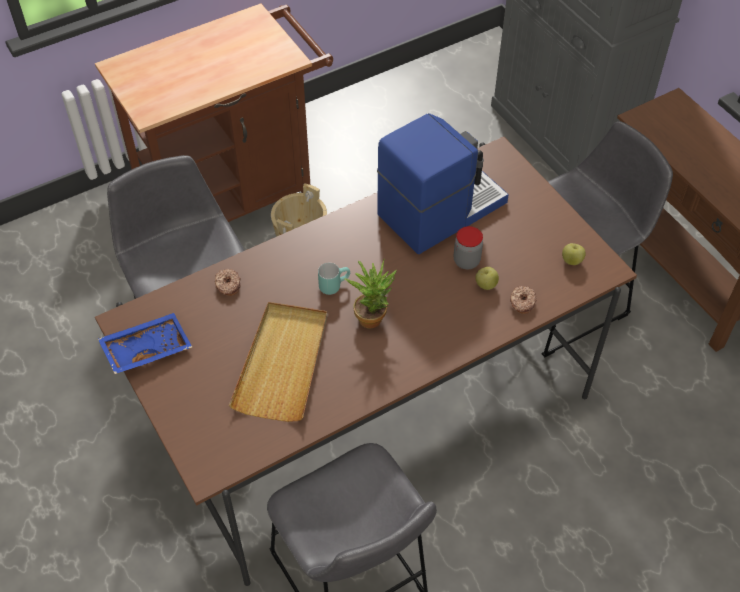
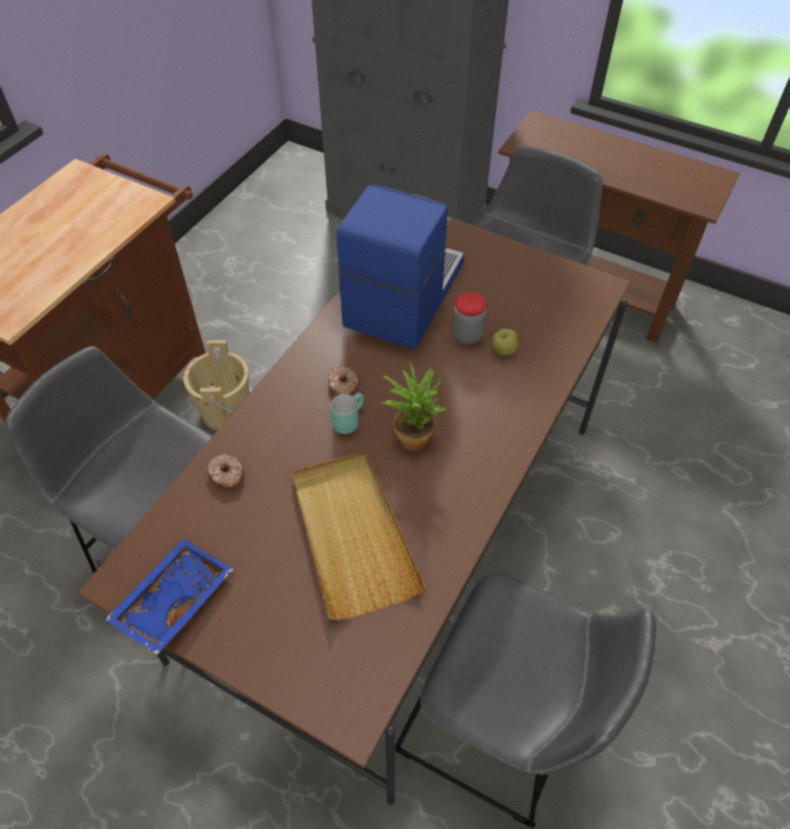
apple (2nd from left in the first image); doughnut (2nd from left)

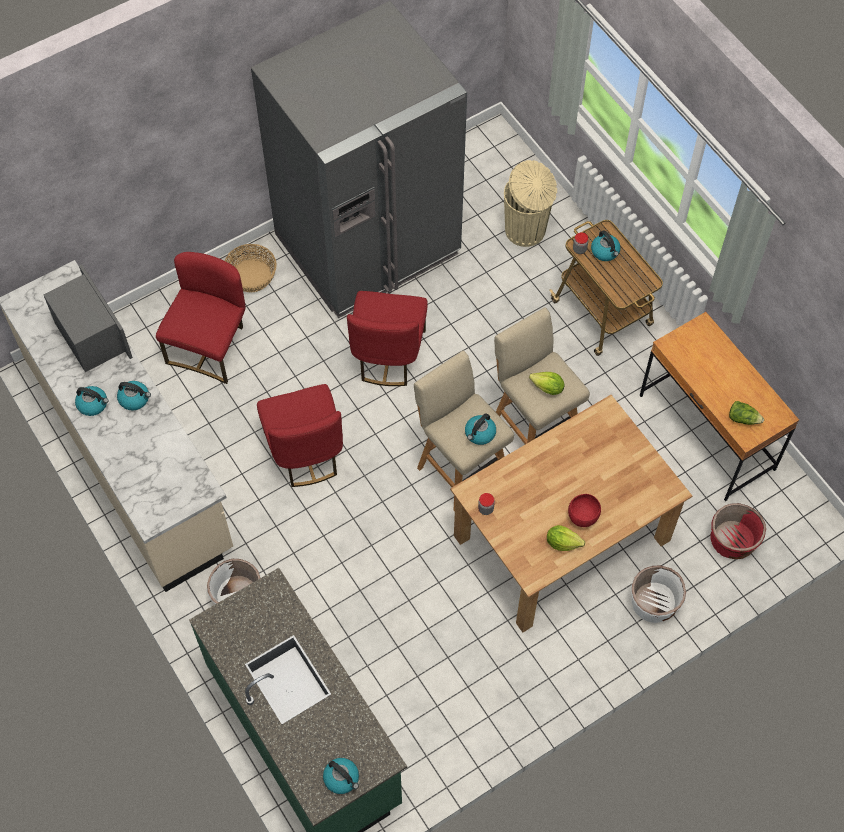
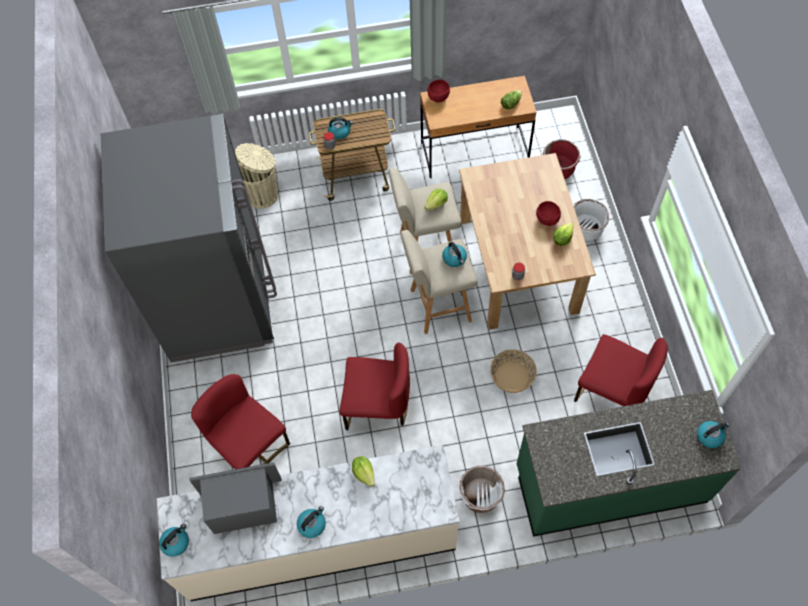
lettuce head (1st from left); serving bowl/red-coloured (1st from left); kettle (1st from left); basket; chair/red-coloured (3rd from left)

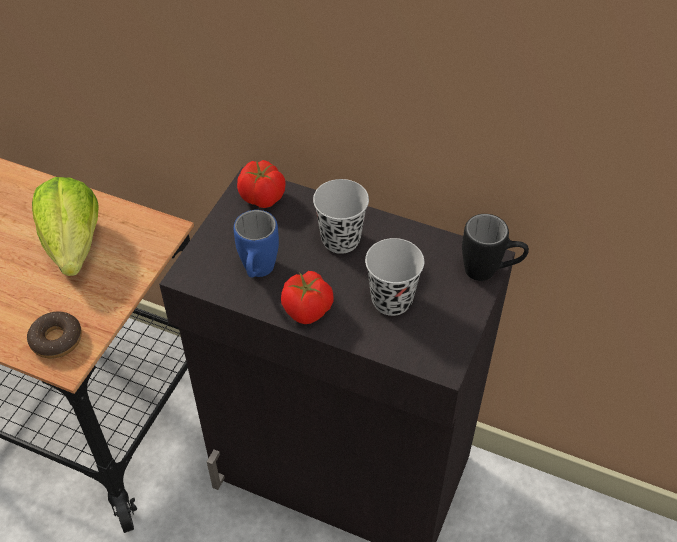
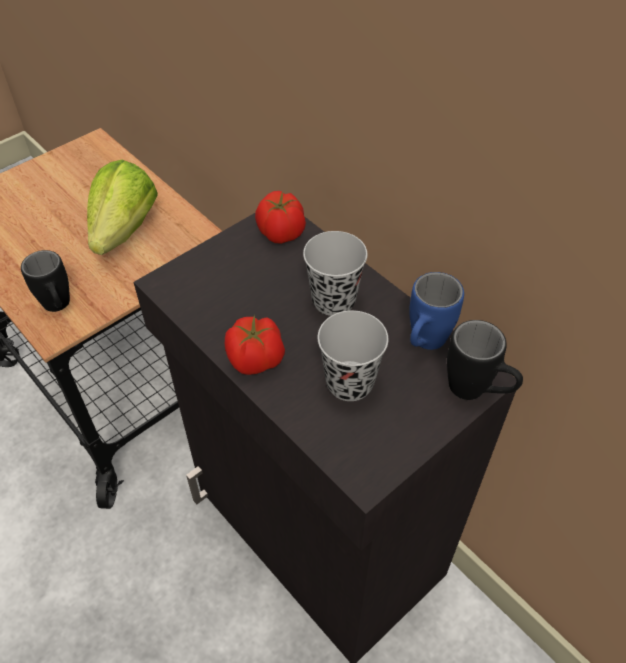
tea mug/blue-coloured; tea mug/blackish (1st from left)

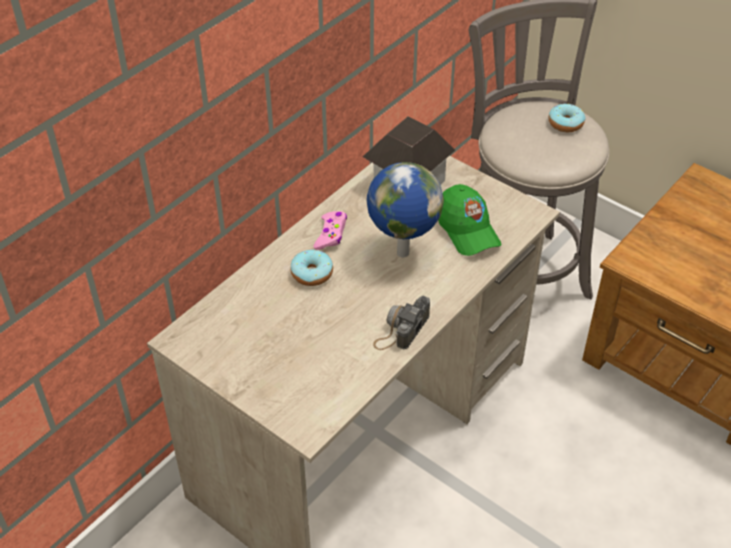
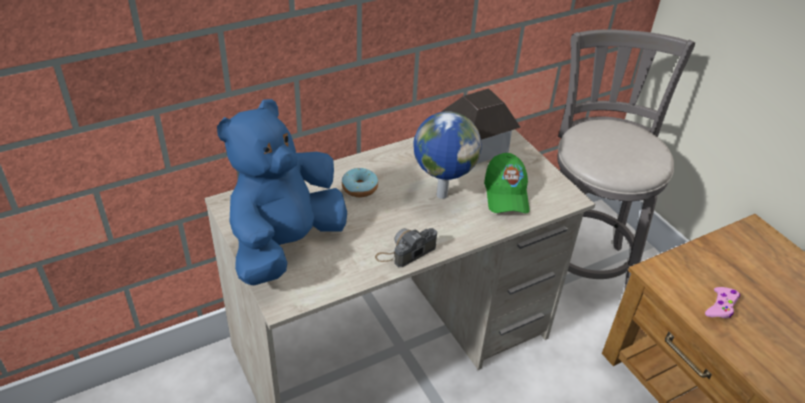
doughnut (2nd from left in the first image); soft toy/blue-coloured; gamepad/pink

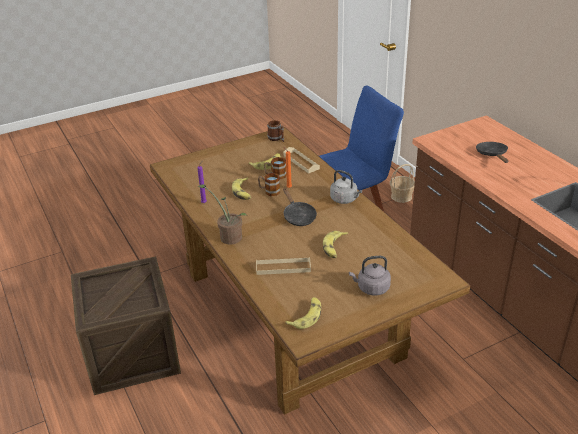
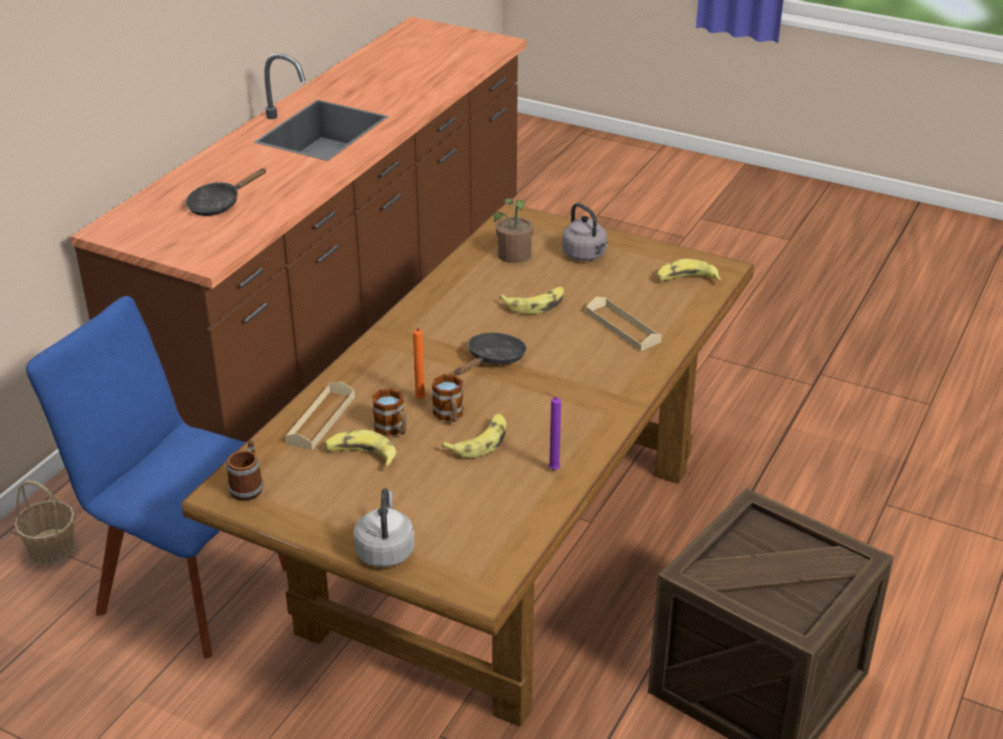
houseplant; kettle/gray (1st from left)

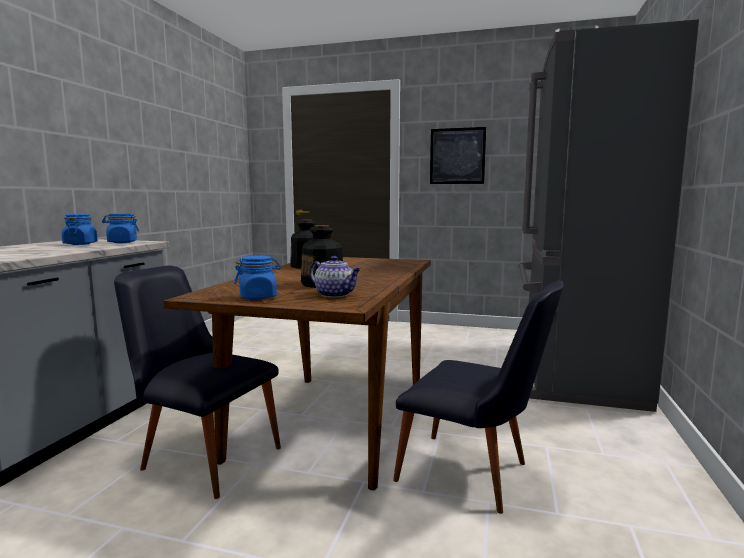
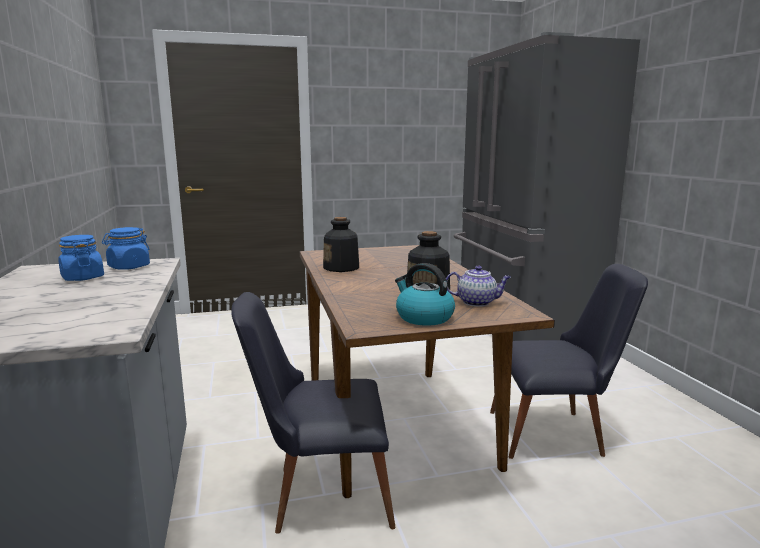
wall art; kettle

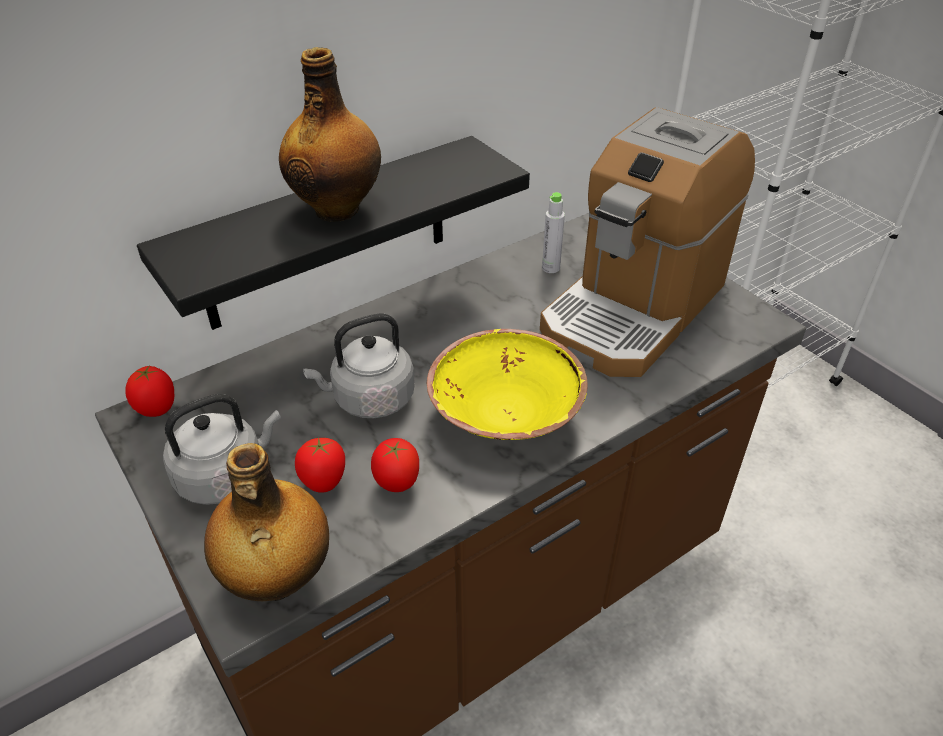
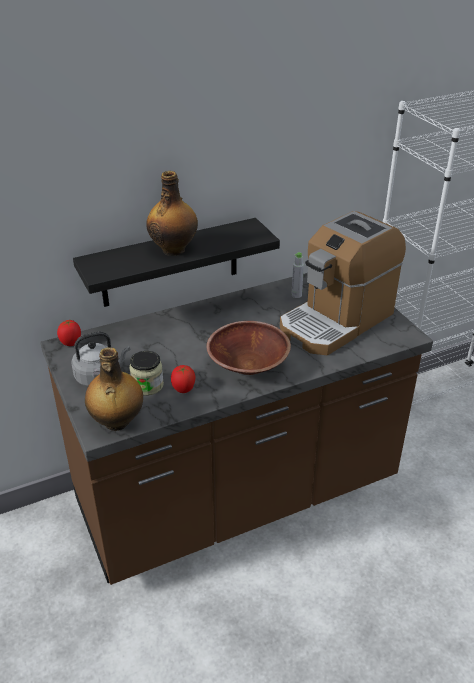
kettle/gray (2nd from left in the first image); preserve jar; serving bowl/brownish

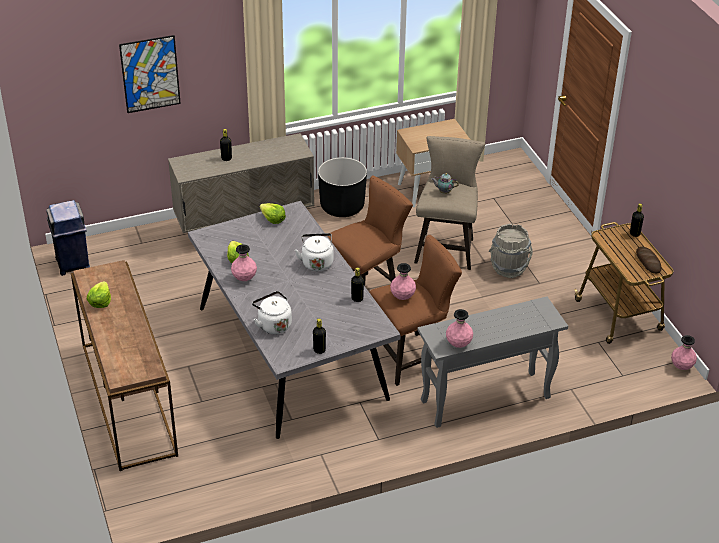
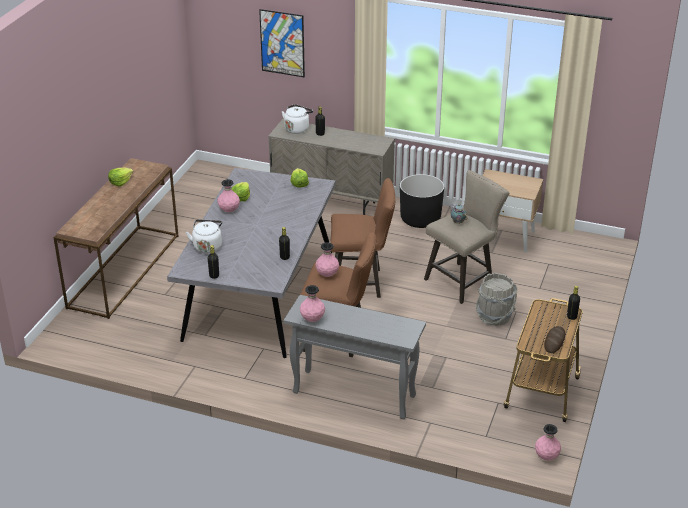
rubbish bin/blue-coloured; kettle/white-coloured (2nd from left)

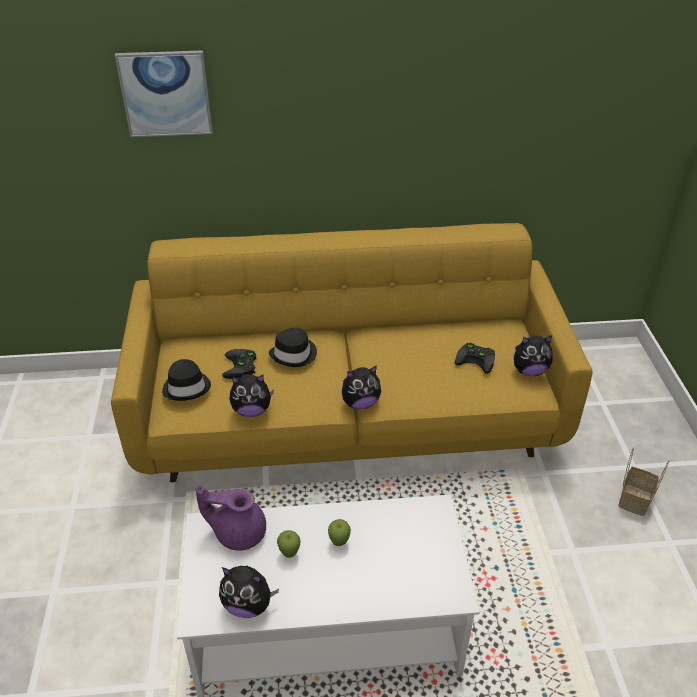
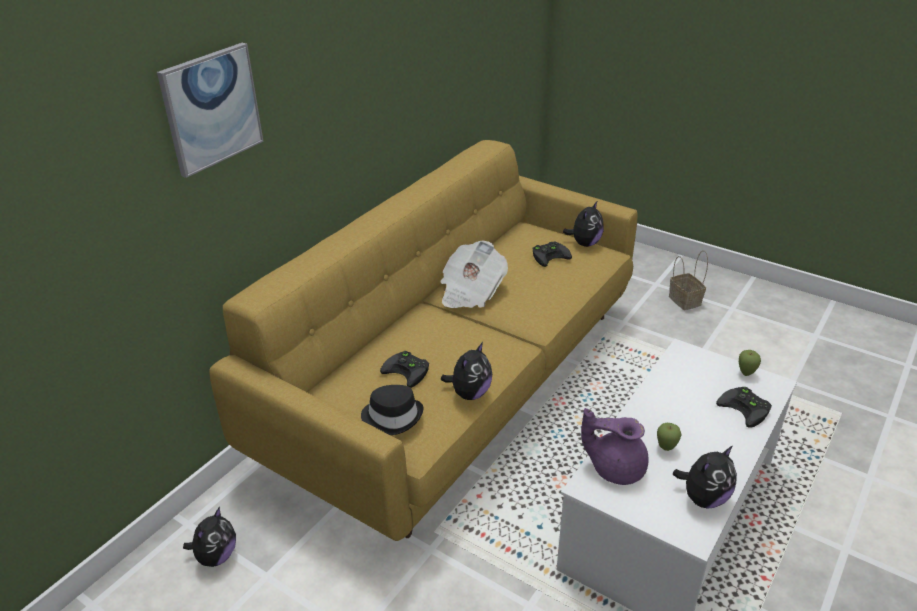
wearable hat/blackish (2nd from left in the first image); daily paper; gamepad/blackish (3rd from left); apple (2nd from left); soft toy (1st from left); teapot/purple

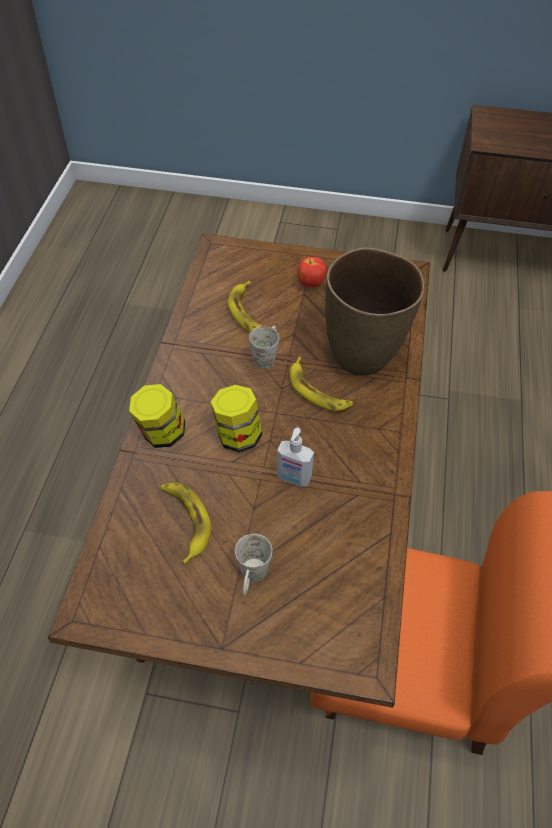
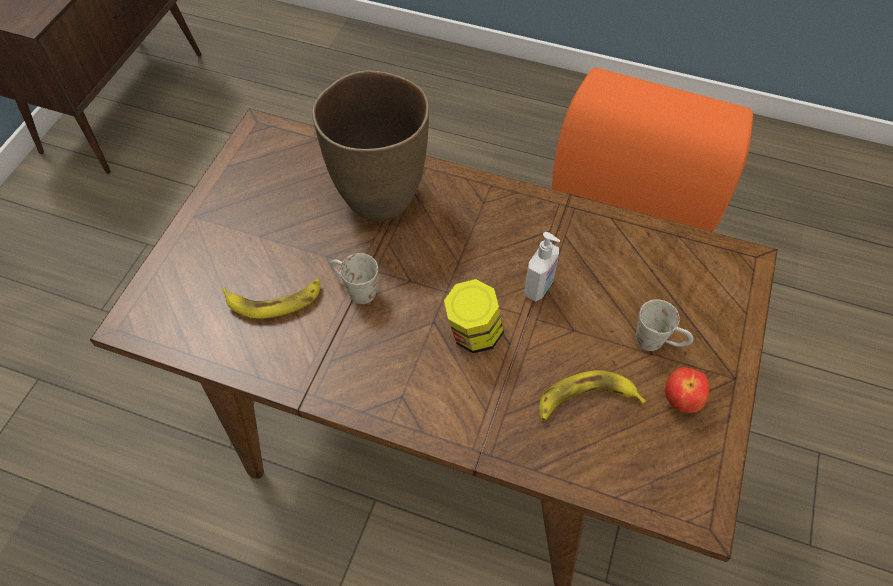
preserve jar (1st from left in the first image); banana fruit (3rd from left in the first image); apple

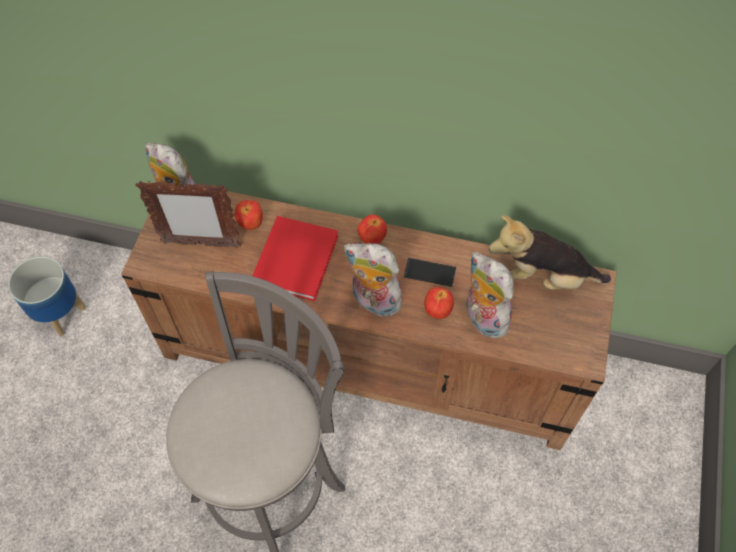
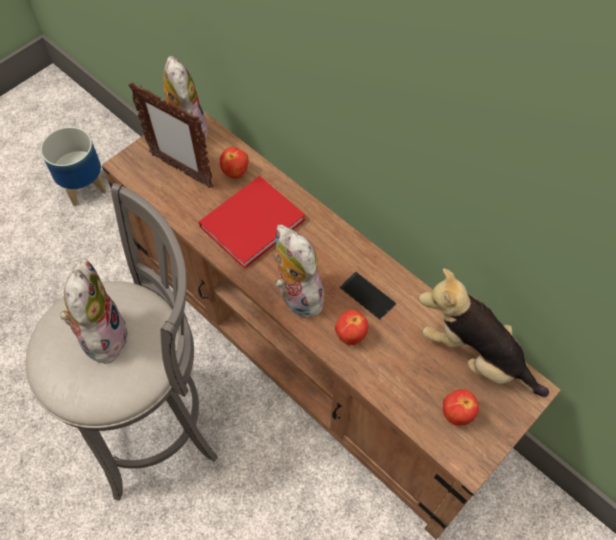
apple (3rd from left); soft toy (1st from left)

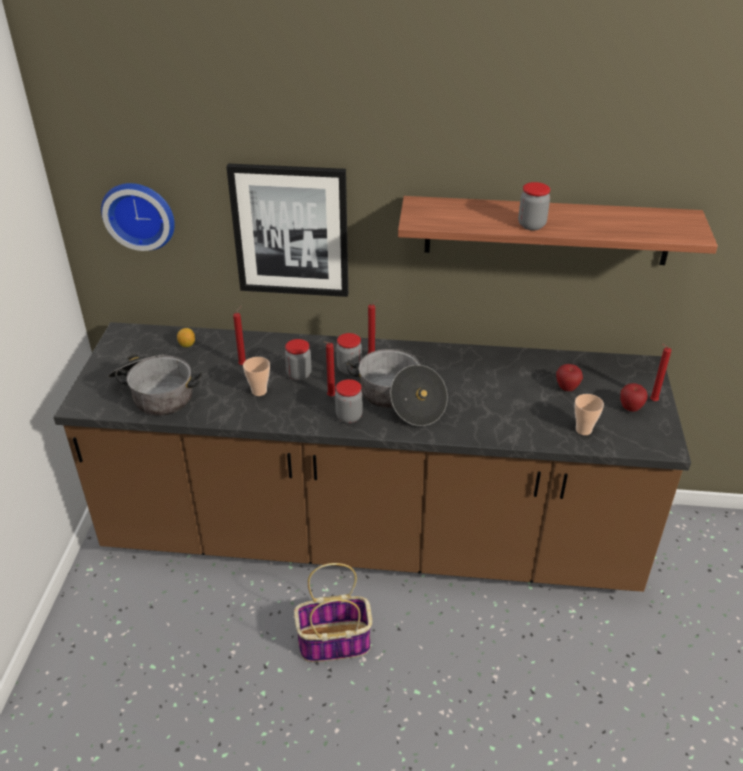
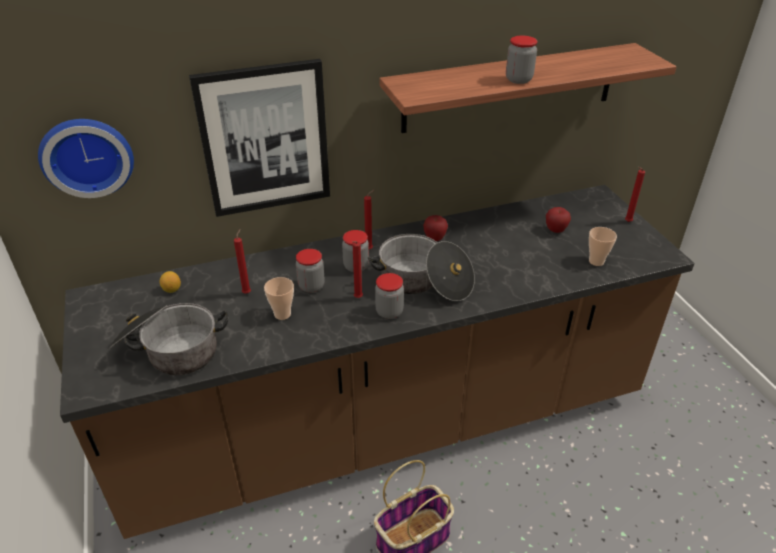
apple (1st from left)

